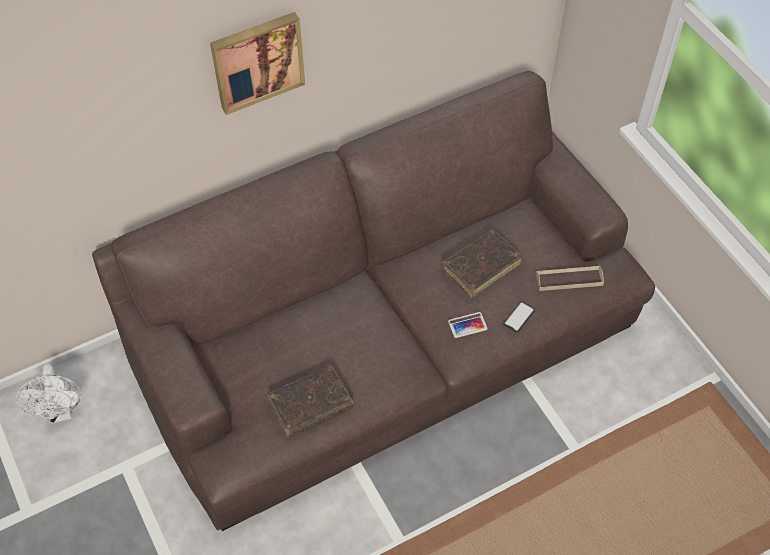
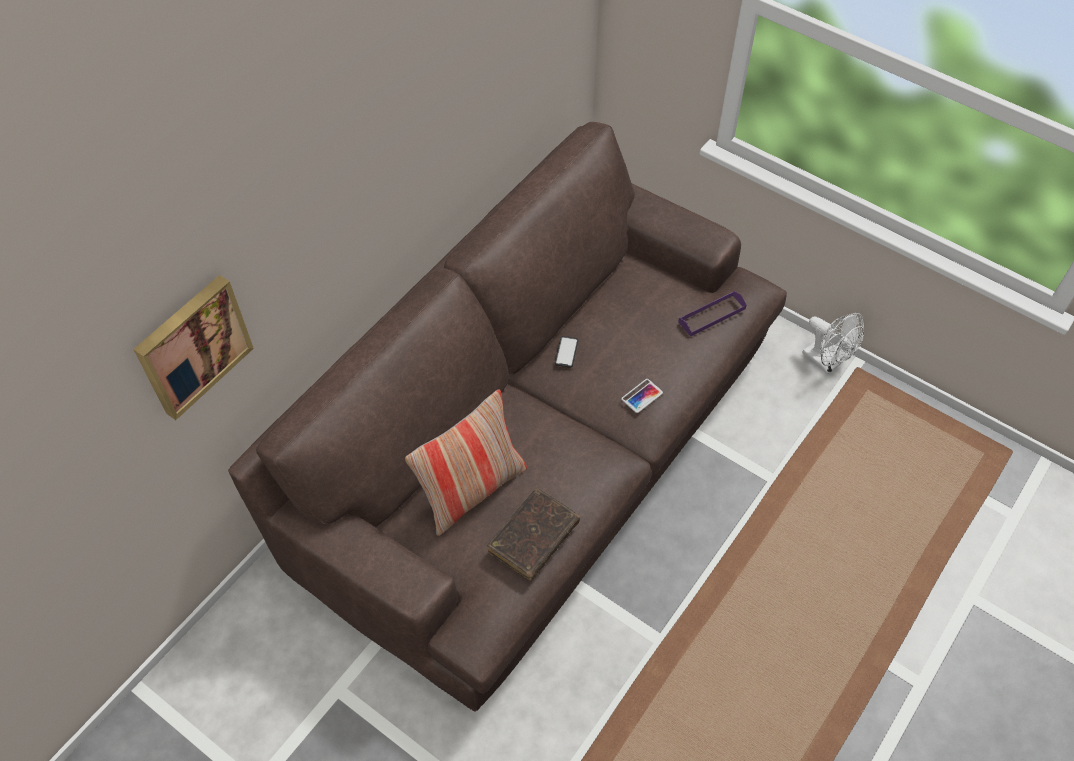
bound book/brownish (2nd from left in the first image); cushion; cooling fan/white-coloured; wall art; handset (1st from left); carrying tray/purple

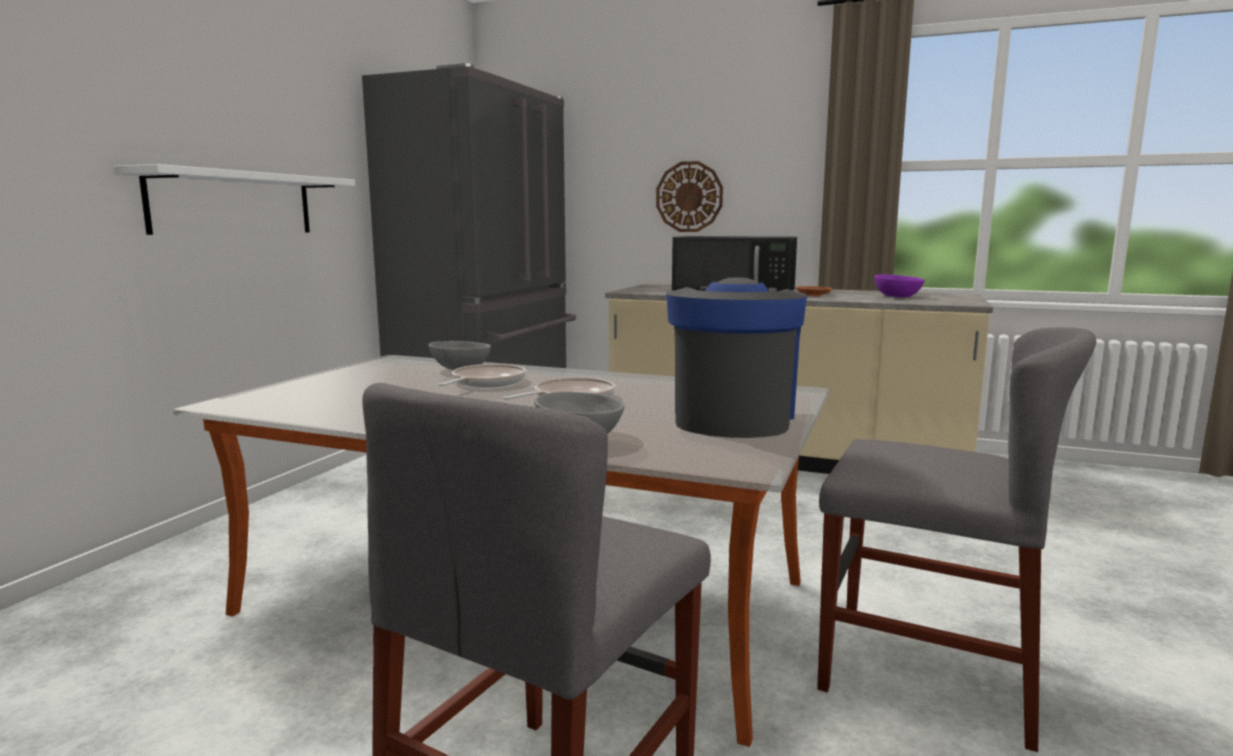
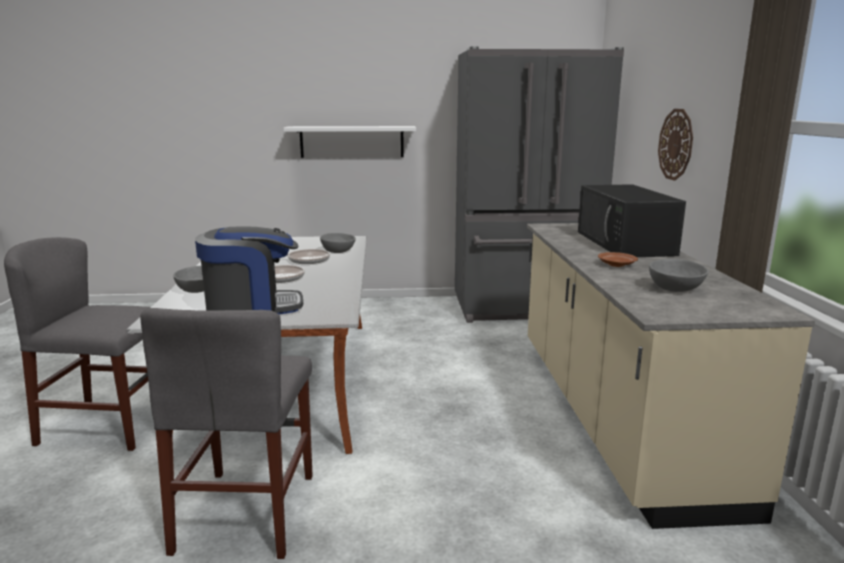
serving bowl/gray (3rd from left)

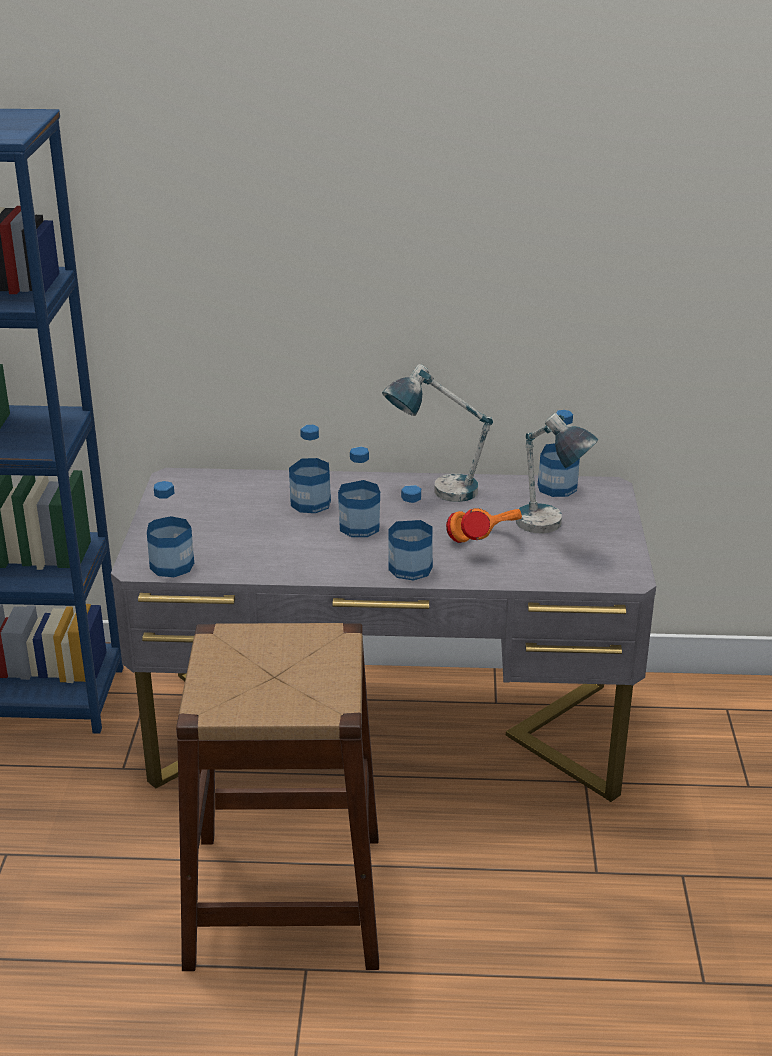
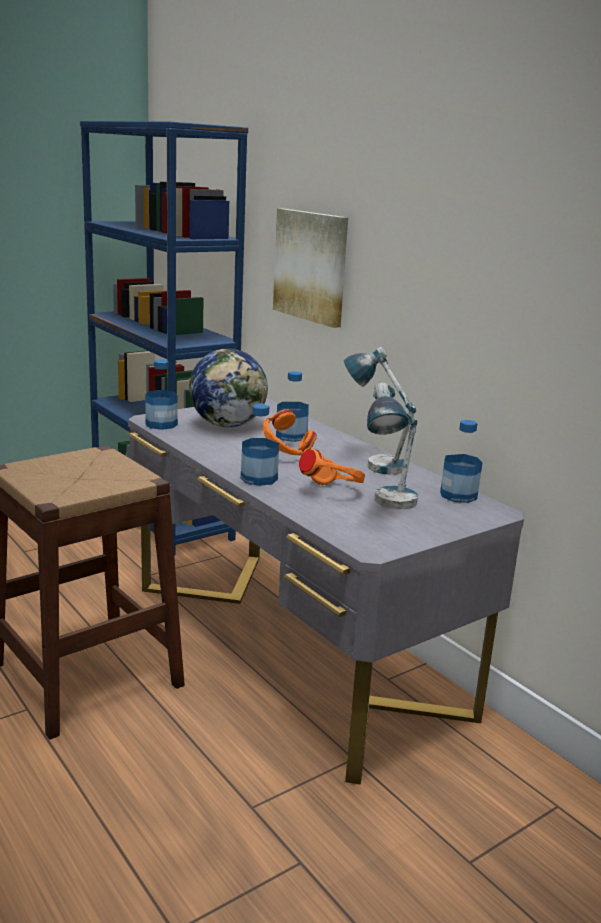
desk globe; wall art; headphones/orange (1st from left)

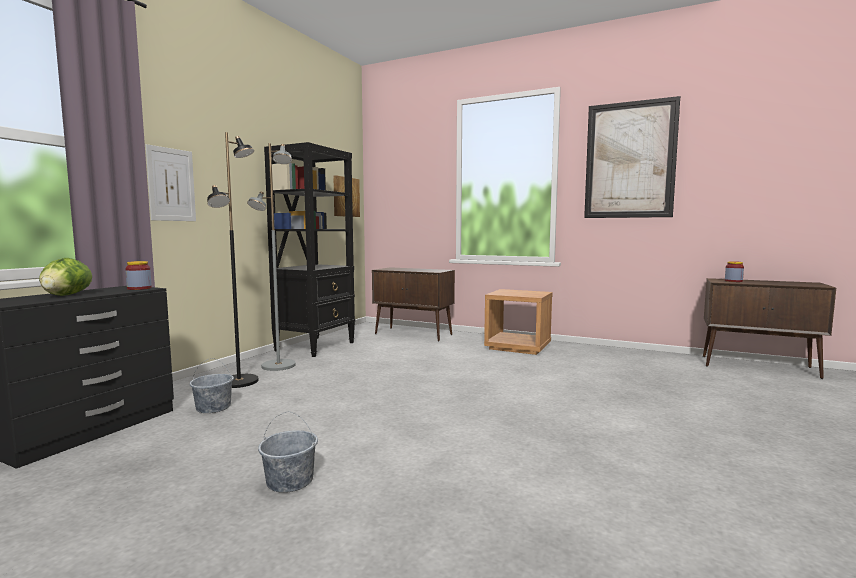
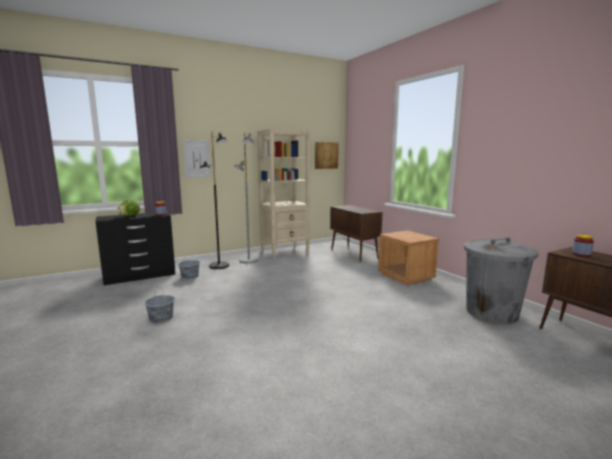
wall art (3rd from left in the first image); rubbish bin/gray; shelving unit/sand-coloured

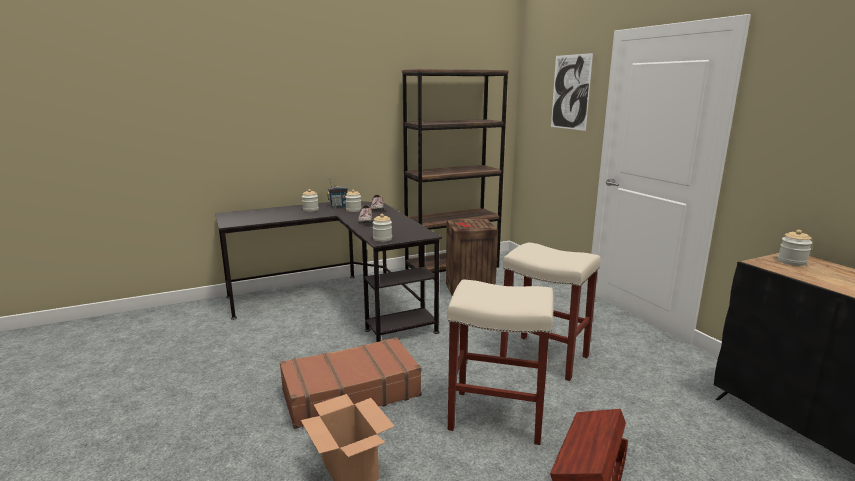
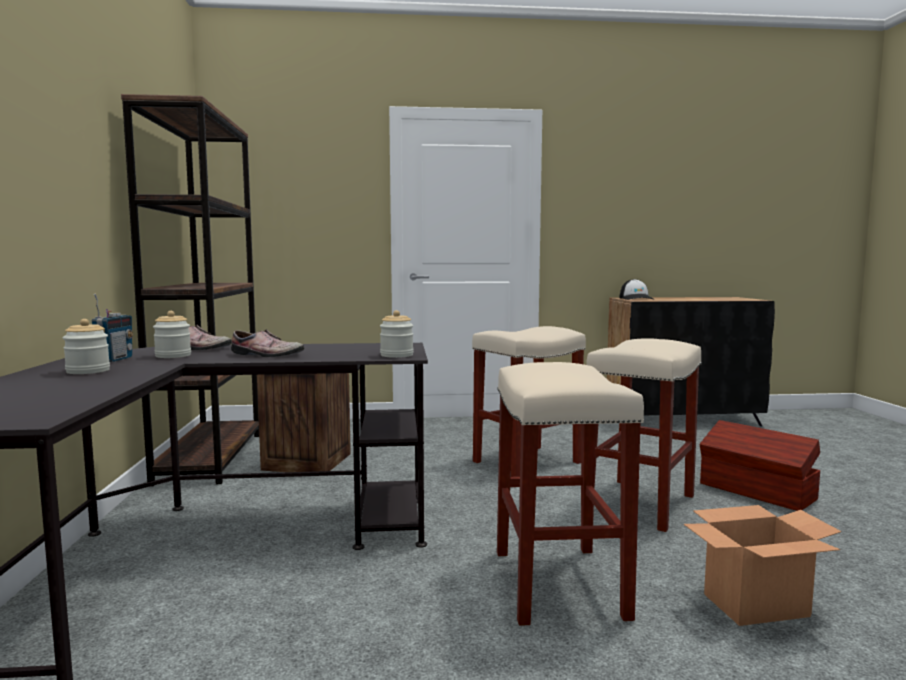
wall art; stool seat/sand-coloured (2nd from left); peaked cap

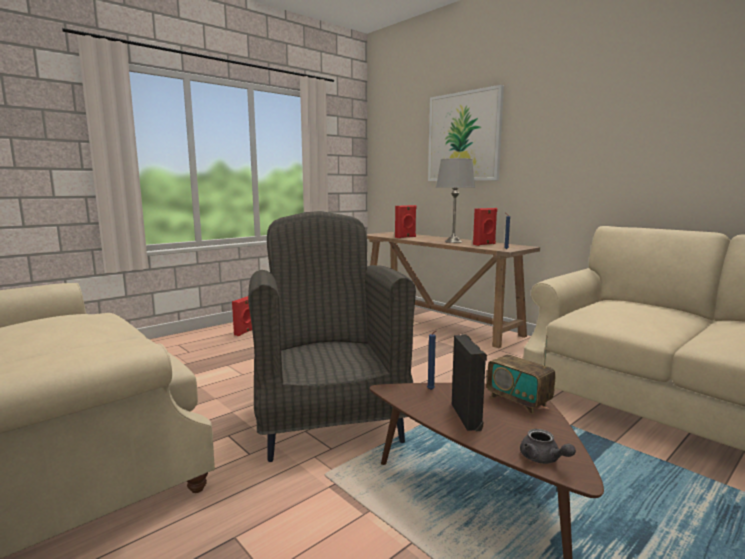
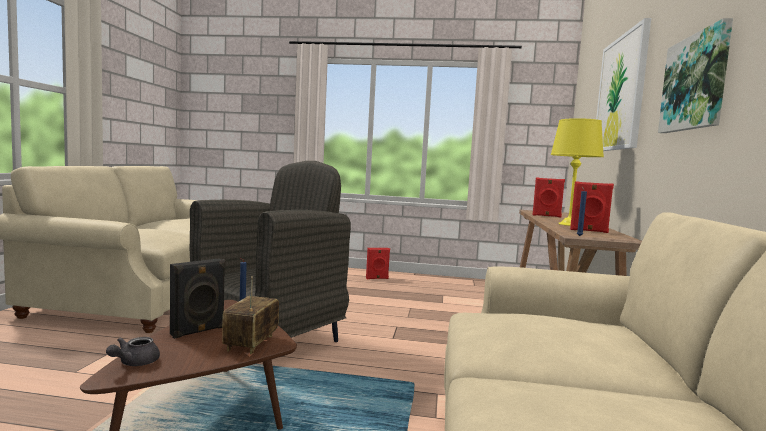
wall art (2nd from left); table lamp/yellowish

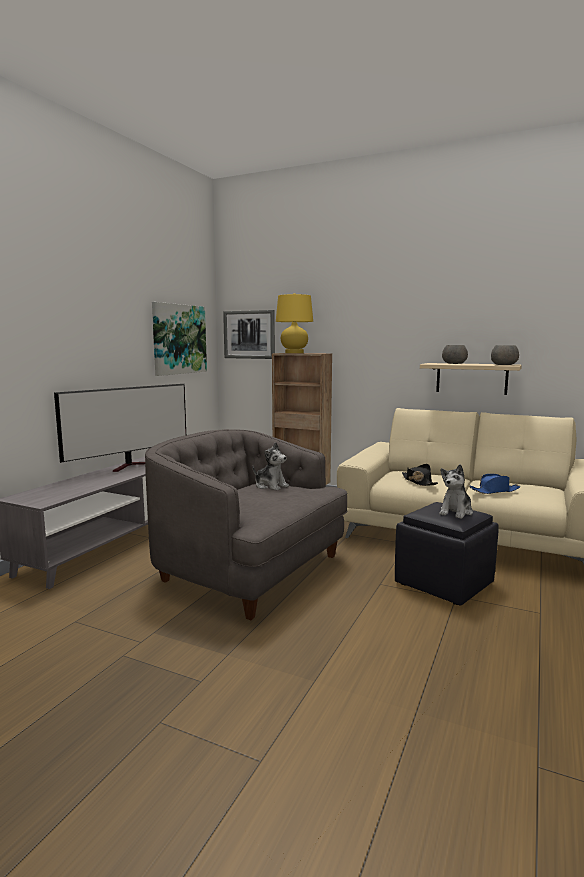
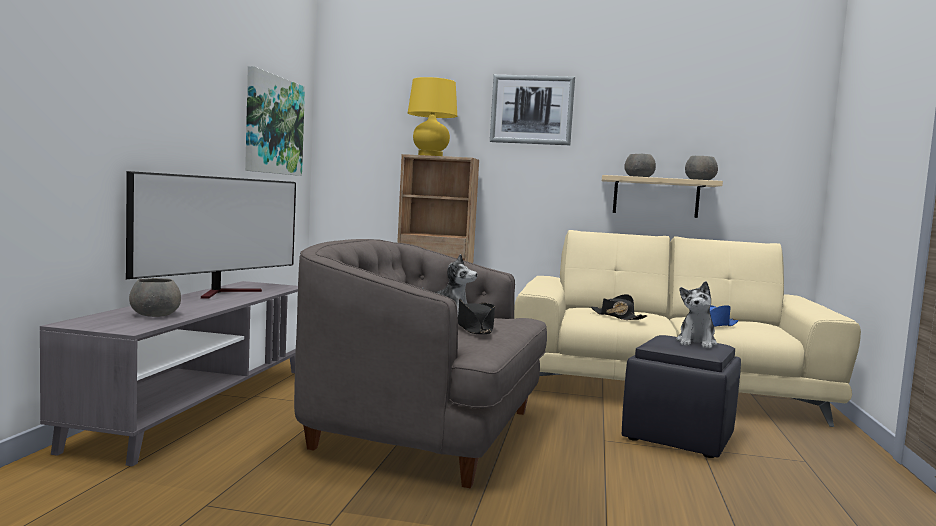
serving bowl/gray (1st from left); wearable hat/blackish (1st from left); wall art (2nd from left)

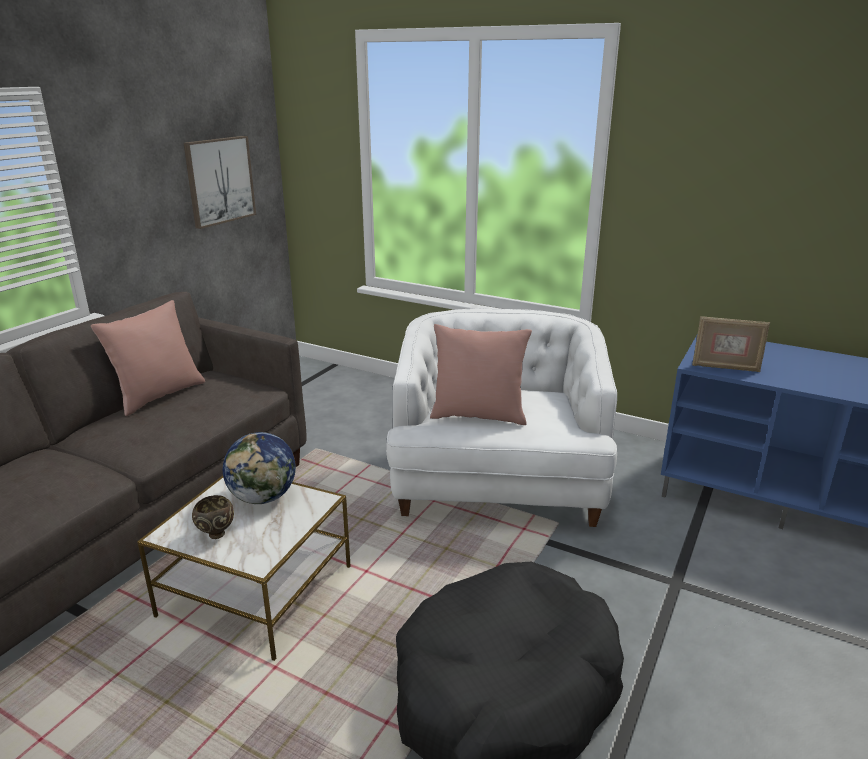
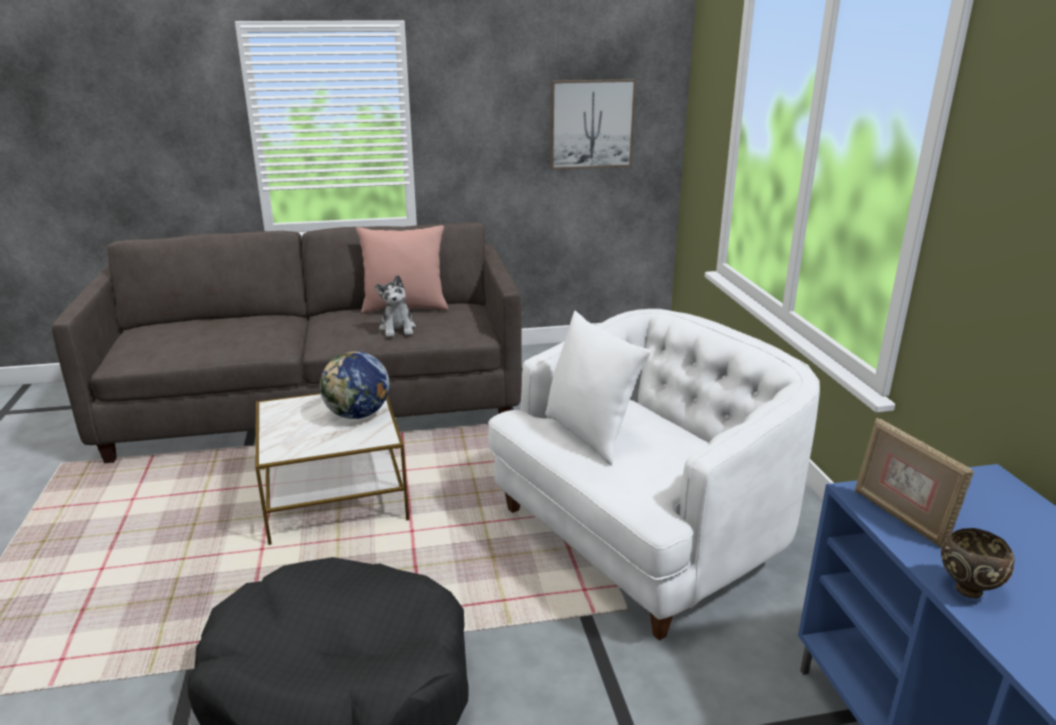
soft toy; serving bowl/brownish; cushion/white-coloured

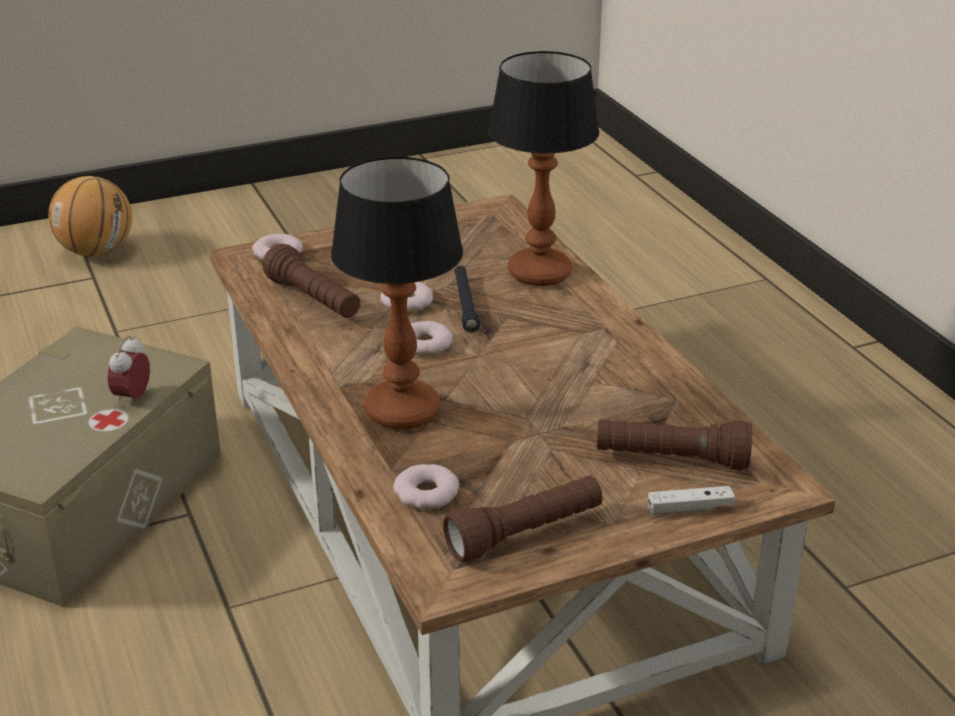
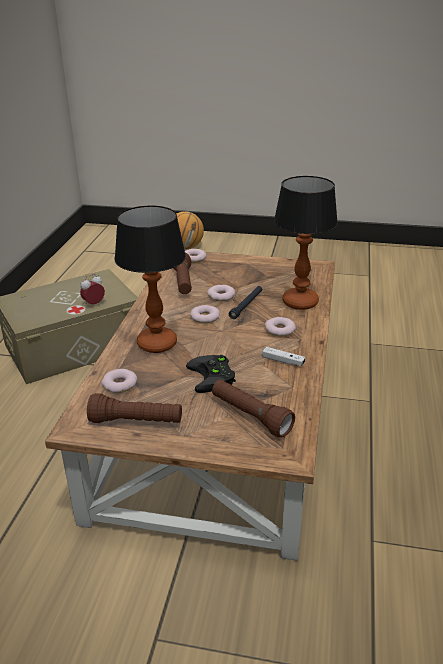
gamepad/blackish; doughnut (5th from left); gamepad/white-coloured

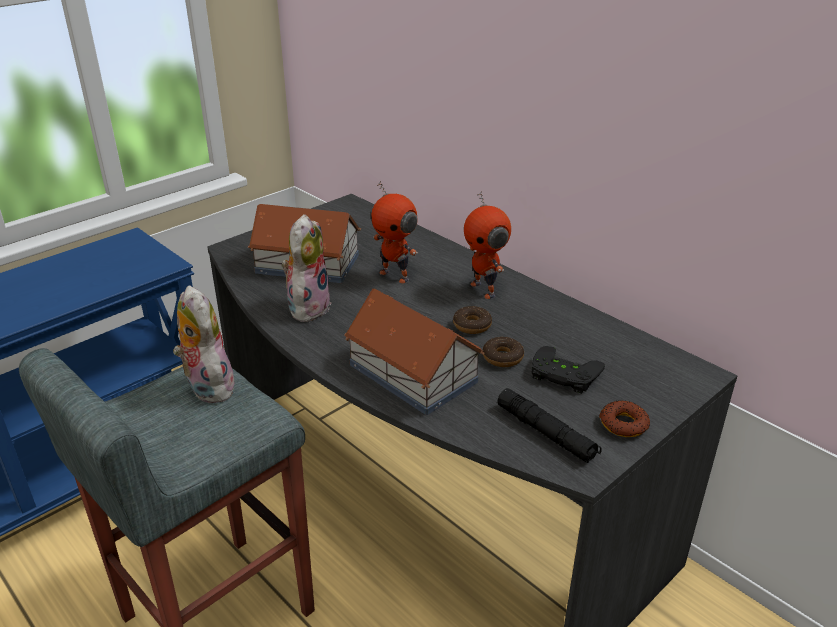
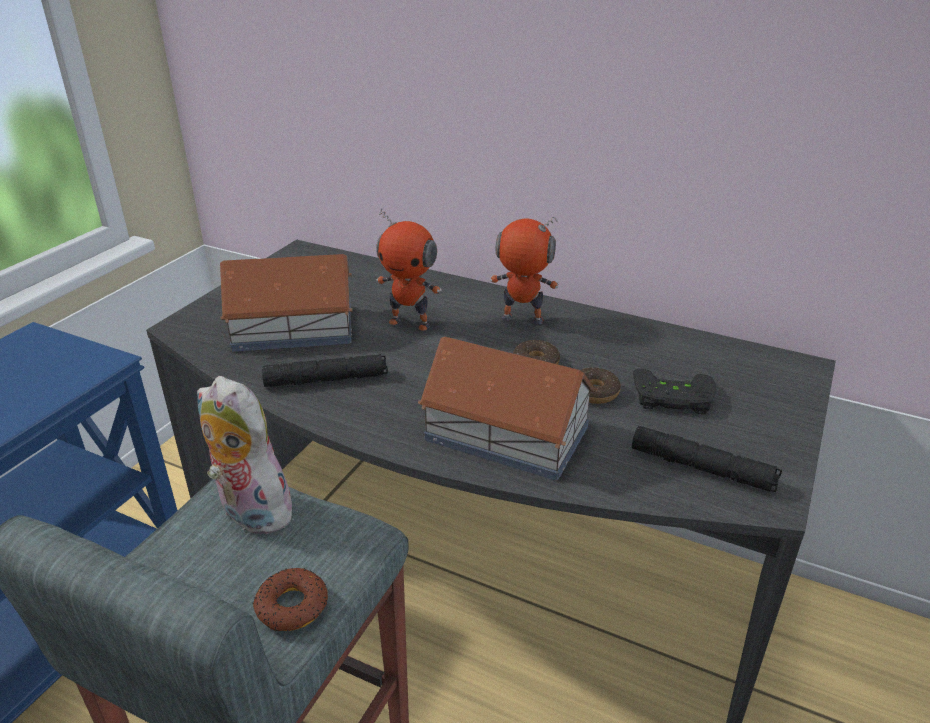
doughnut (1st from left); flashlight/blackish (1st from left); model robot (2nd from left)

